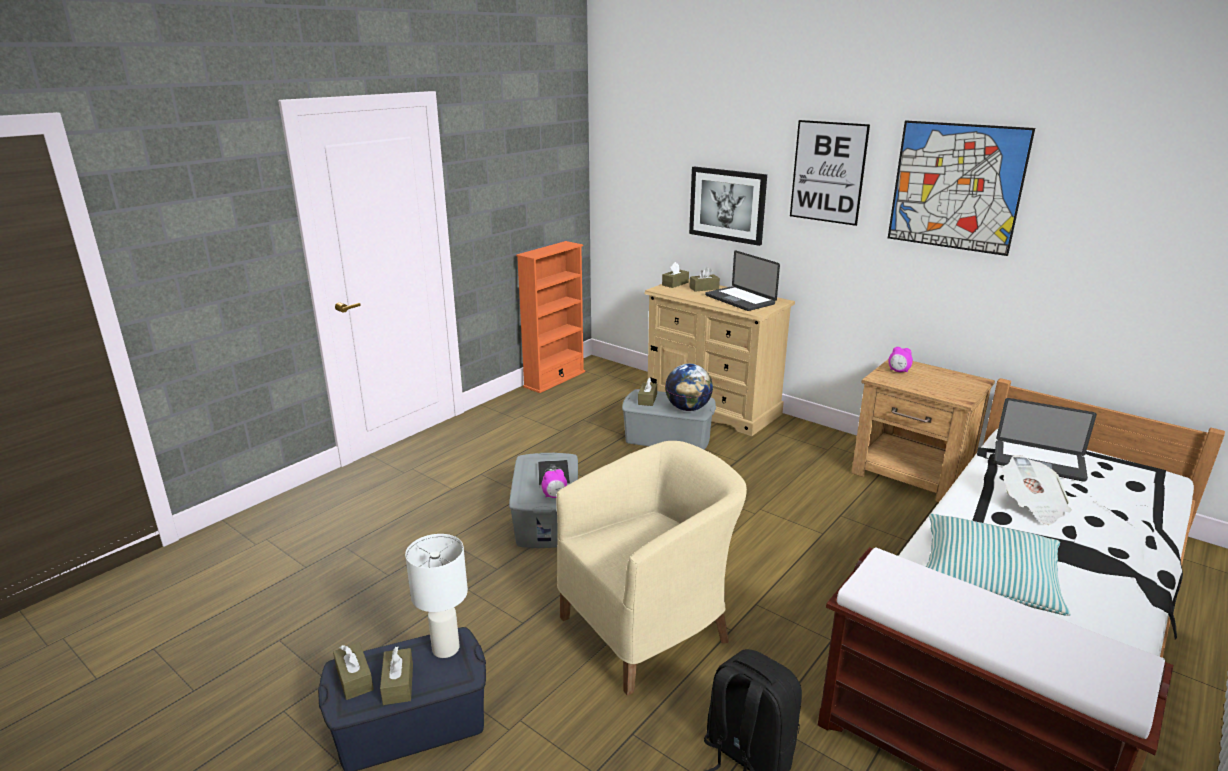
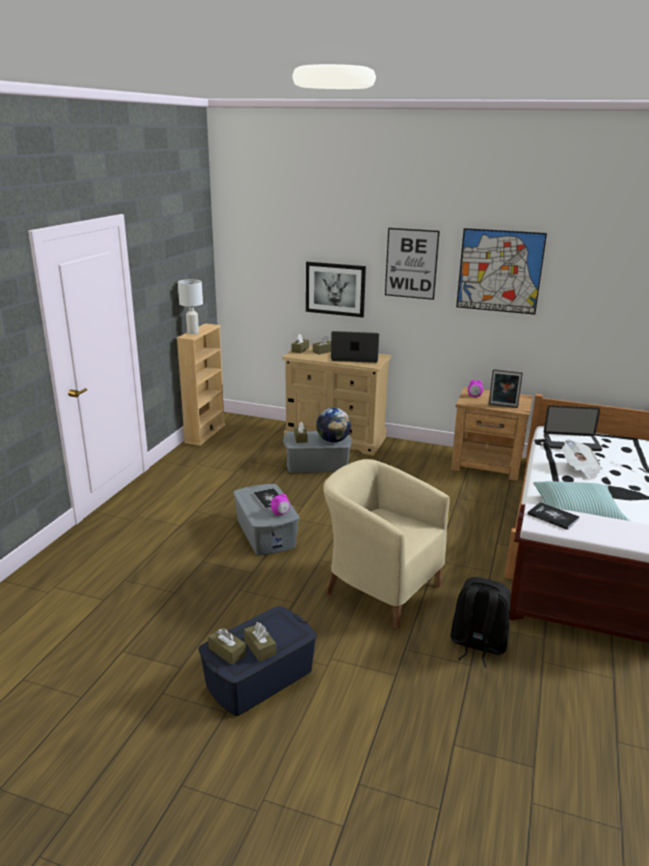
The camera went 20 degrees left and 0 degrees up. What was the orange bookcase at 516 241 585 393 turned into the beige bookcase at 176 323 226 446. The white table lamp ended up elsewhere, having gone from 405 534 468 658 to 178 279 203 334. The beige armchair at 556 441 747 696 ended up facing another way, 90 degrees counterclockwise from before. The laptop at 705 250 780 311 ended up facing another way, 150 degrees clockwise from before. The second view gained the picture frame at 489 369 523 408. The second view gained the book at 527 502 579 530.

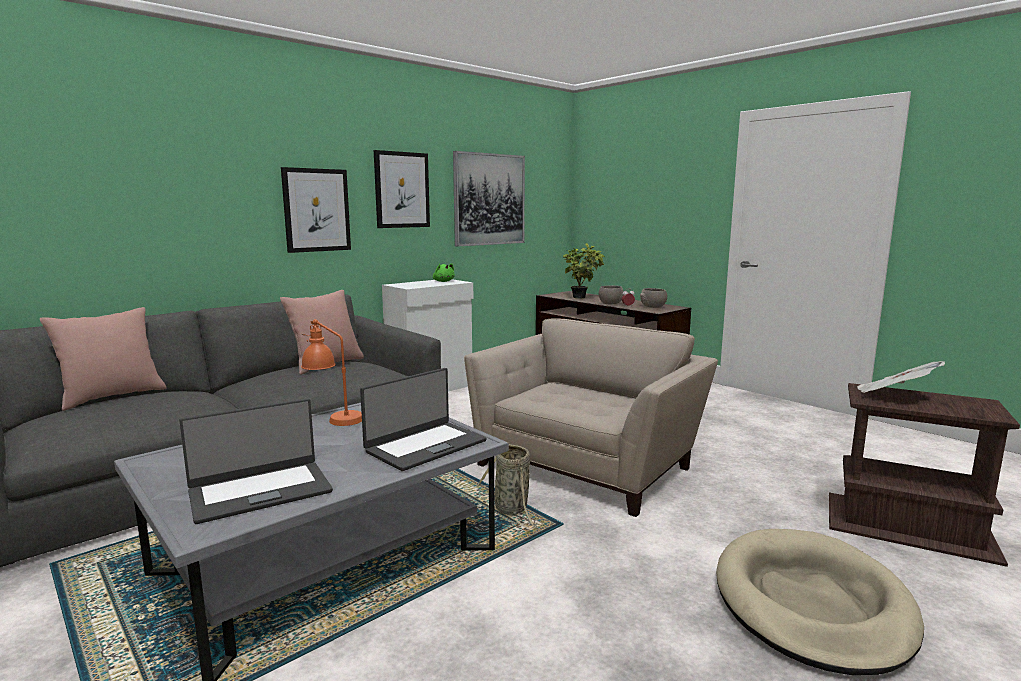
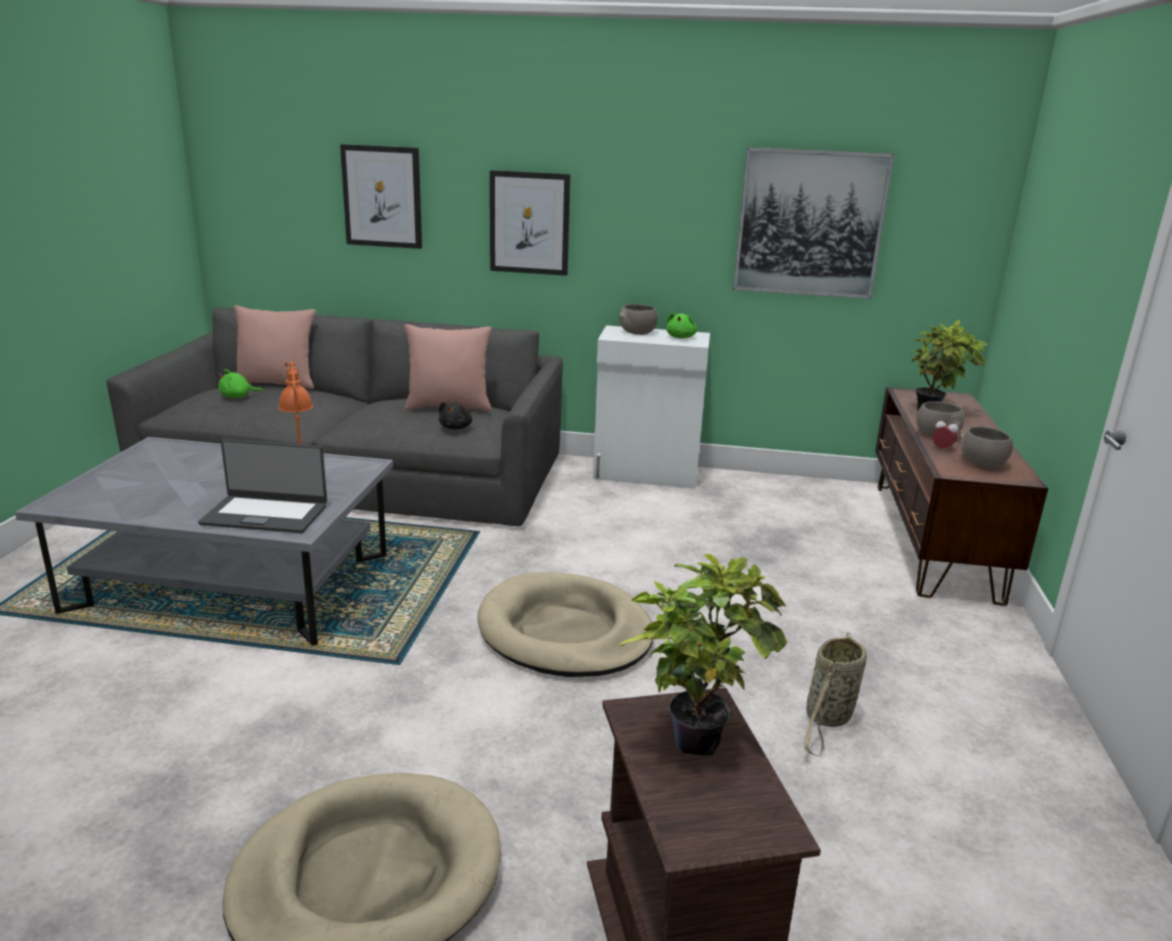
The camera went 50 degrees right and 10 degrees up. The second view gained the green plush toy at 218 369 264 398. The picture ended up elsewhere, having gone from 374 150 430 228 to 340 144 422 249. The second view gained the black plush toy at 439 402 472 429. Where the beige armchair stood at 464 318 718 517, the beige dog bed came to stand at 477 572 654 677. Where the newspaper stood at 857 361 945 393, the potted plant came to stand at 618 554 787 756. The second view gained the grey bowl at 619 304 658 335. The basket ended up elsewhere, having gone from 476 444 539 529 to 804 632 867 756. The second view lost the laptop at 179 398 333 524.

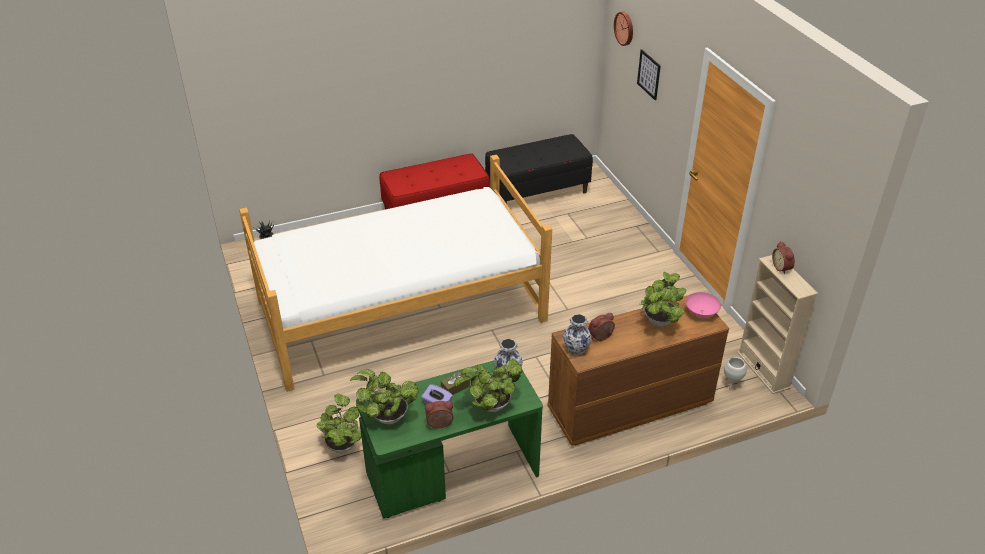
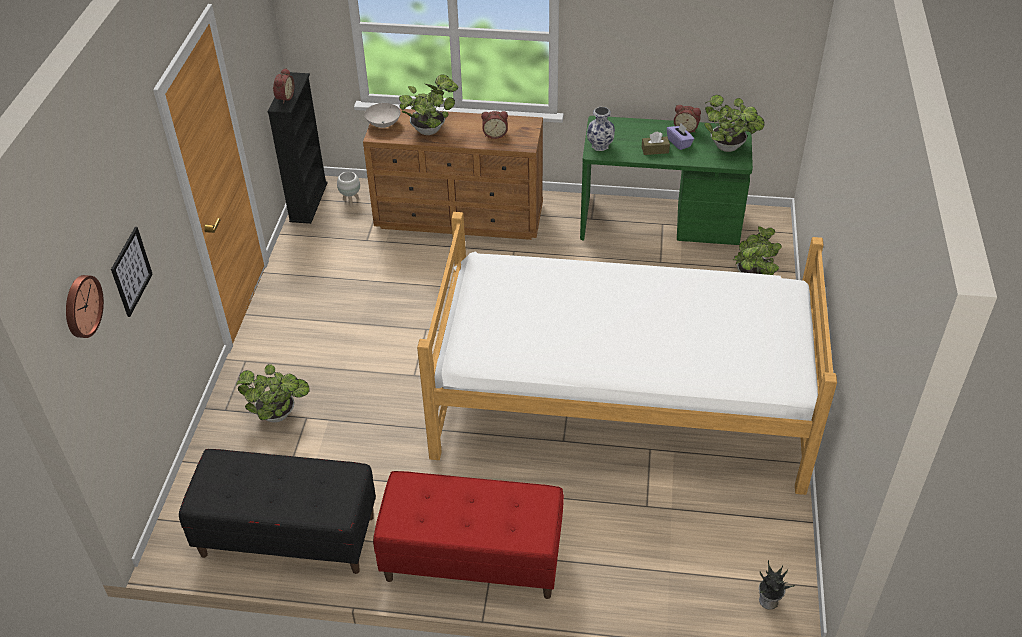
The camera went 150 degrees left and 5 degrees up. The potted plant ended up elsewhere, having gone from 454 360 523 412 to 236 364 310 423. What was the beige bookcase at 737 255 818 394 turned into the black bookcase at 267 72 327 224. What was the pink bowl at 686 292 721 318 turned into the white bowl at 364 103 401 128. The second view lost the vase at 563 314 592 356.

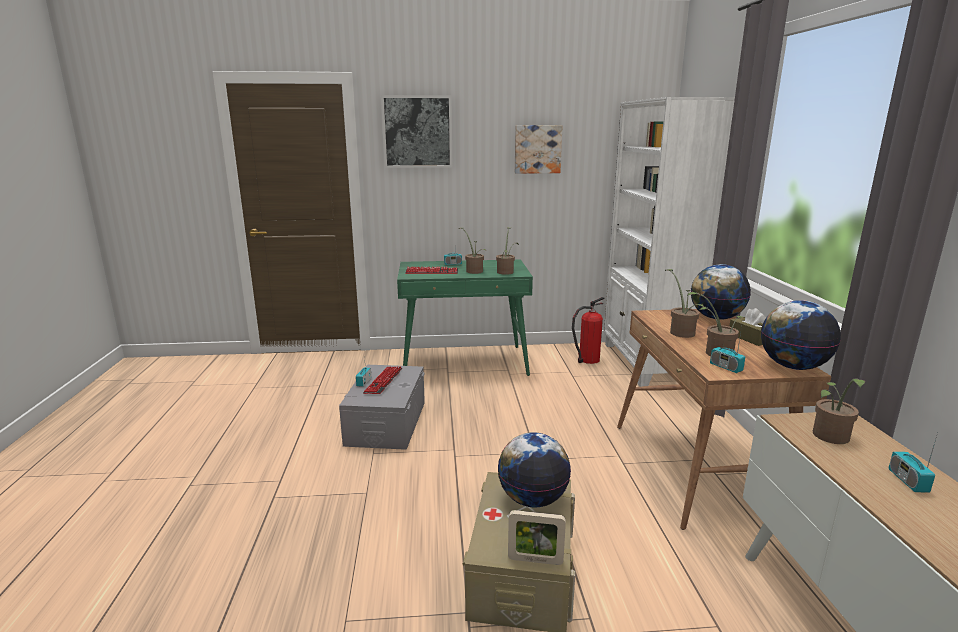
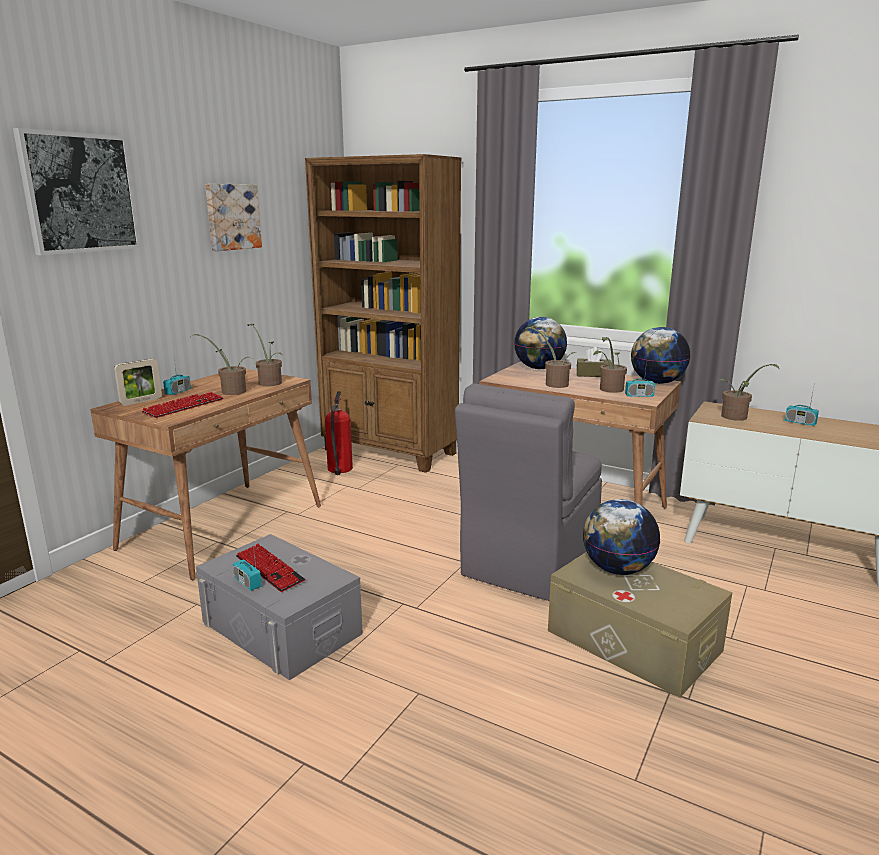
The camera went 55 degrees left and 0 degrees up. What was the green desk at 397 259 533 376 turned into the brown desk at 90 369 321 580. The picture frame ended up elsewhere, having gone from 508 510 566 565 to 114 359 162 406. What was the white bookcase at 604 97 735 387 turned into the brown bookcase at 305 154 462 473. The second view gained the grey chair at 455 384 602 601.

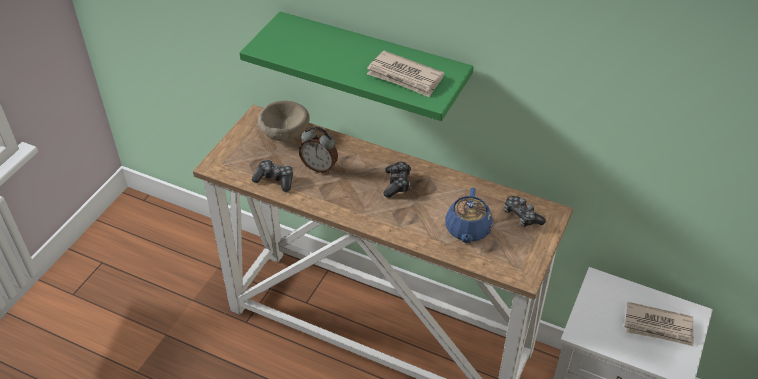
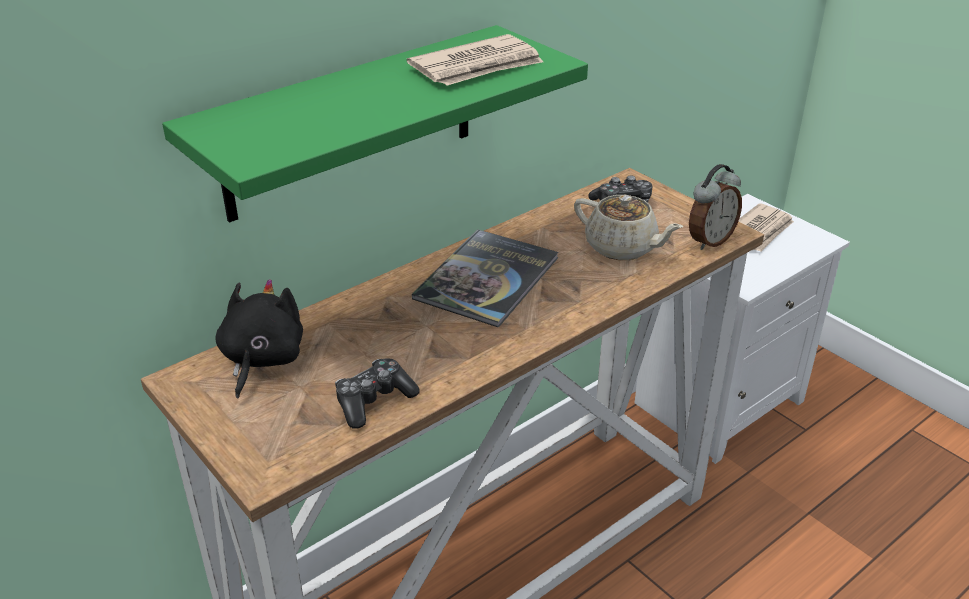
The camera went 65 degrees left and 10 degrees down. Where the beige bowl stood at 258 101 310 141, the black plush toy came to stand at 216 279 303 399. Where the game controller stood at 383 161 411 198, the book came to stand at 412 229 559 328. What was the blue teapot at 445 187 493 243 turned into the beige teapot at 574 195 683 260. The alarm clock ended up elsewhere, having gone from 299 126 338 173 to 689 164 742 250.

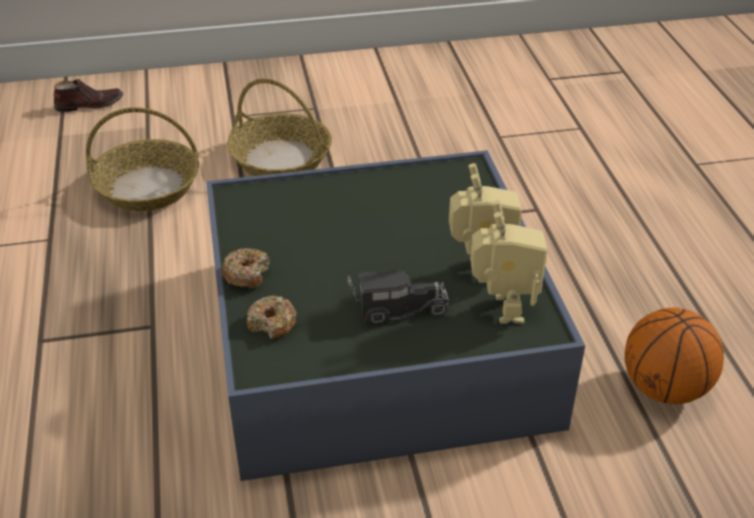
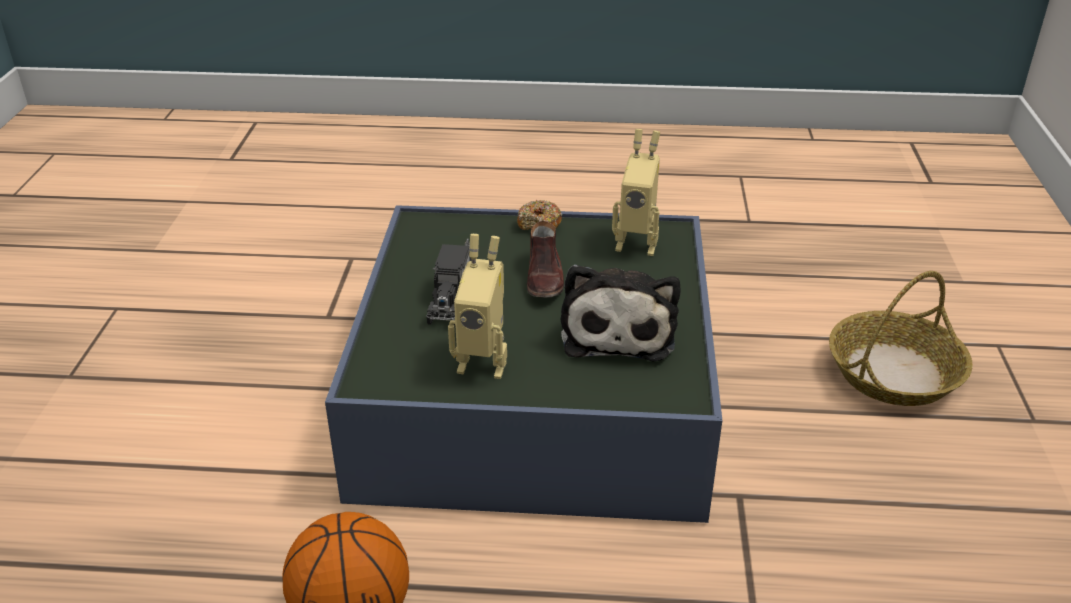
The camera went 105 degrees right and 5 degrees down. The brown shoe ended up elsewhere, having gone from 54 79 124 112 to 527 221 564 298. The second view gained the plush toy at 560 264 680 362. The toy robot ended up elsewhere, having gone from 470 200 547 324 to 612 129 661 256. The second view lost the basket at 86 107 199 211. The second view lost the donut at 247 296 297 339.

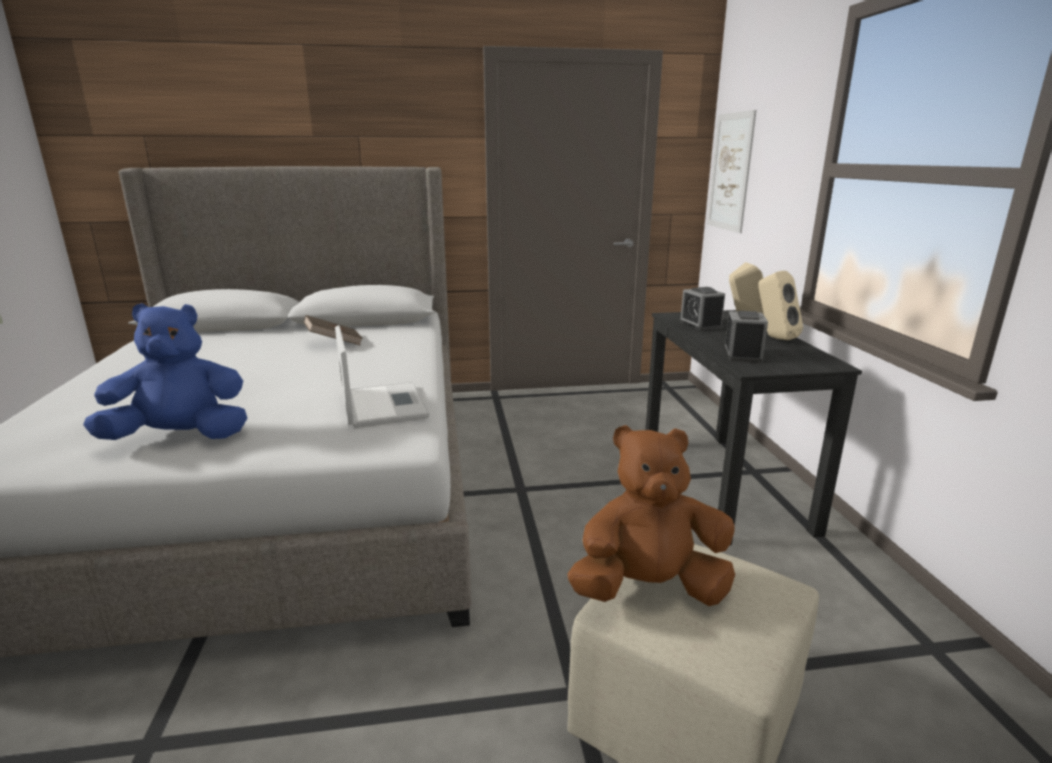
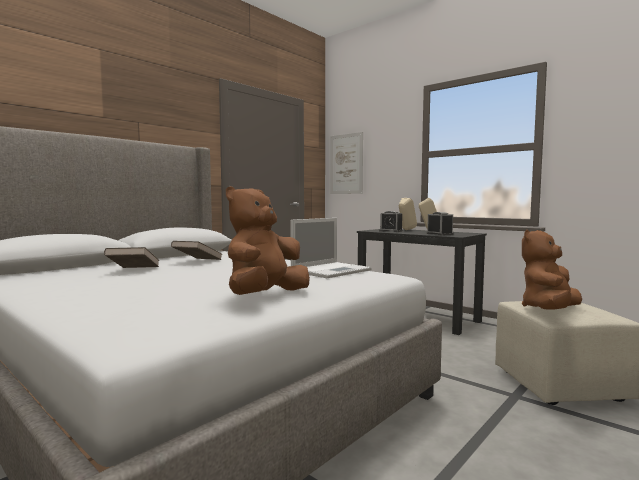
The camera went 40 degrees left and 15 degrees down. The second view gained the brown book at 104 247 159 268. What was the blue plush toy at 83 303 247 440 turned into the brown plush toy at 226 186 310 295. The laptop at 335 325 429 428 ended up facing another way, 105 degrees clockwise from before.

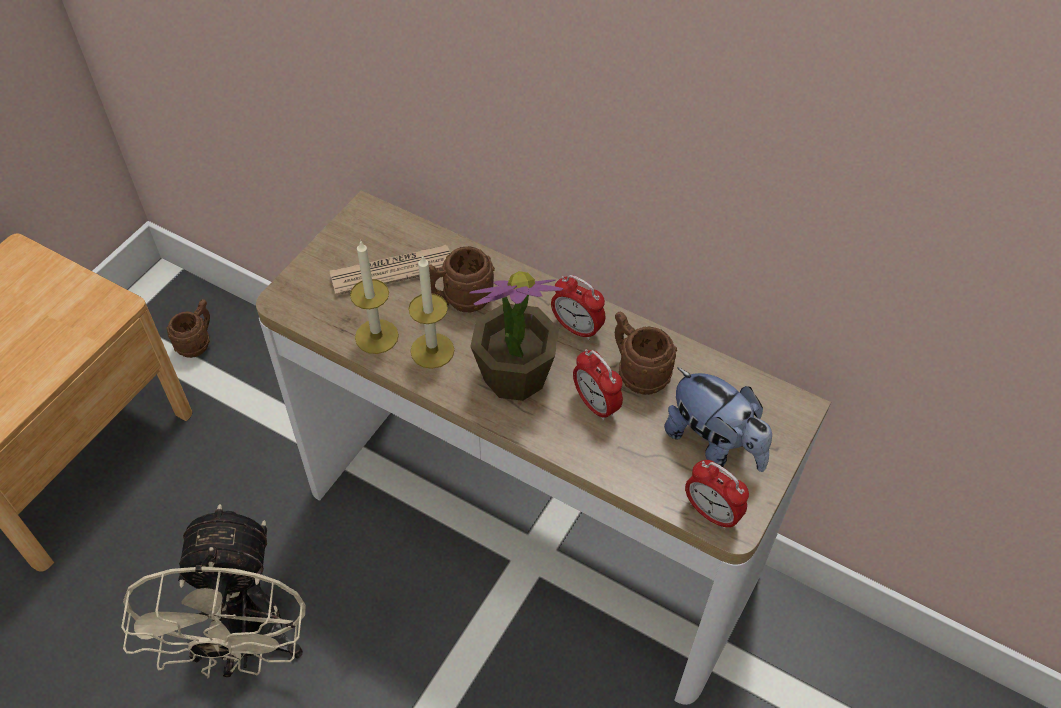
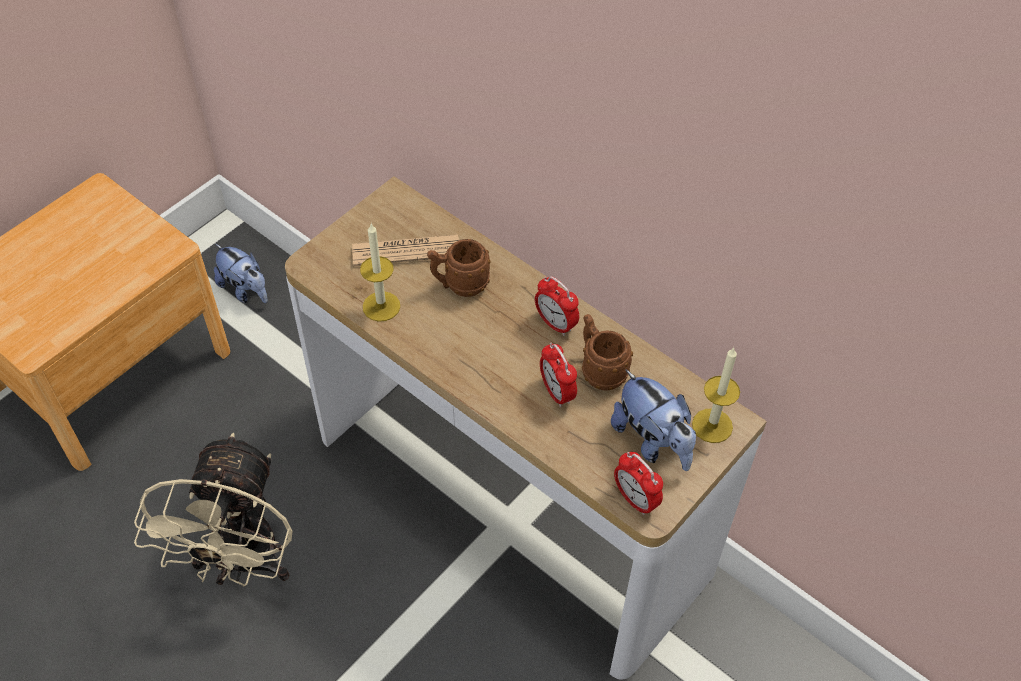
The camera went 10 degrees right and 0 degrees up. Where the brown mug stood at 167 299 210 358, the plush toy came to stand at 214 244 268 303. The candle ended up elsewhere, having gone from 408 255 455 369 to 692 348 740 443. The second view lost the potted plant at 469 271 564 401.

